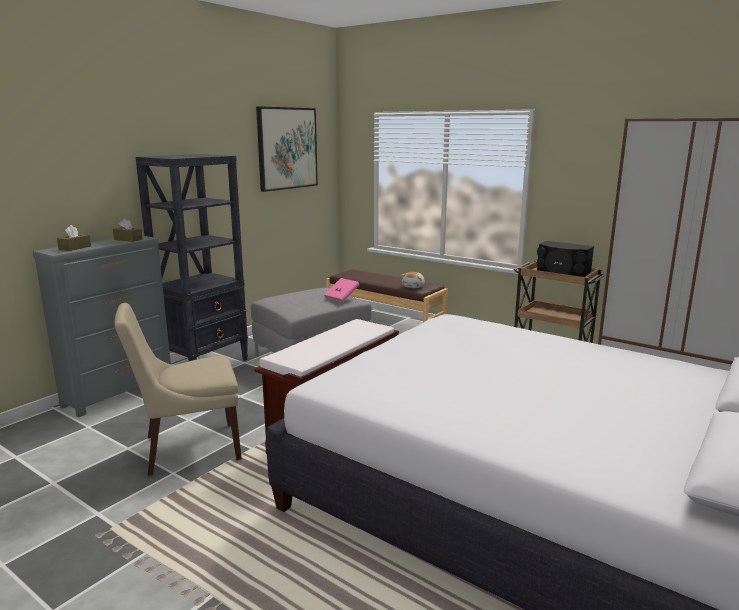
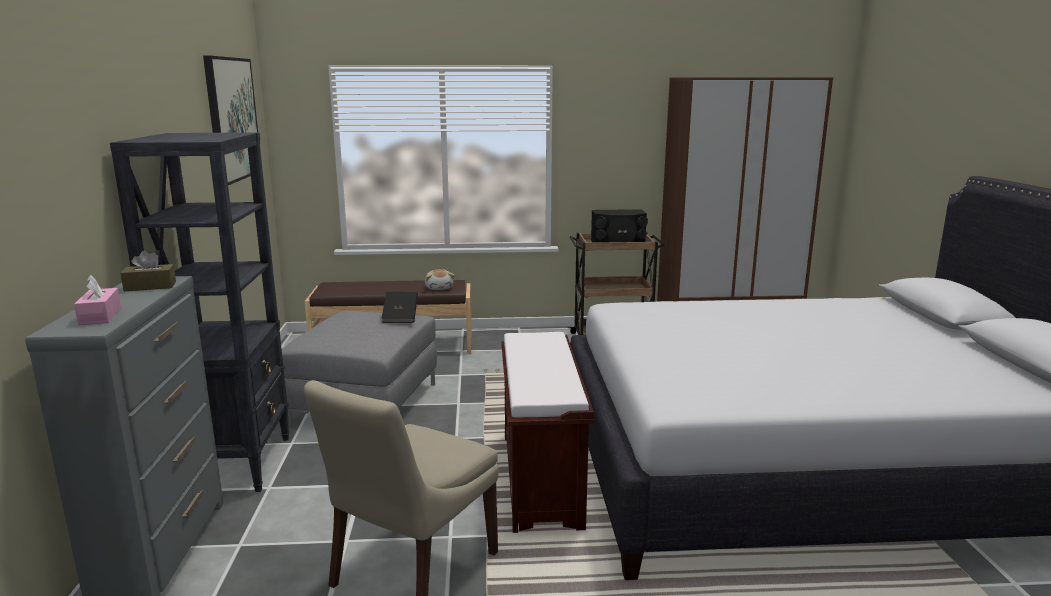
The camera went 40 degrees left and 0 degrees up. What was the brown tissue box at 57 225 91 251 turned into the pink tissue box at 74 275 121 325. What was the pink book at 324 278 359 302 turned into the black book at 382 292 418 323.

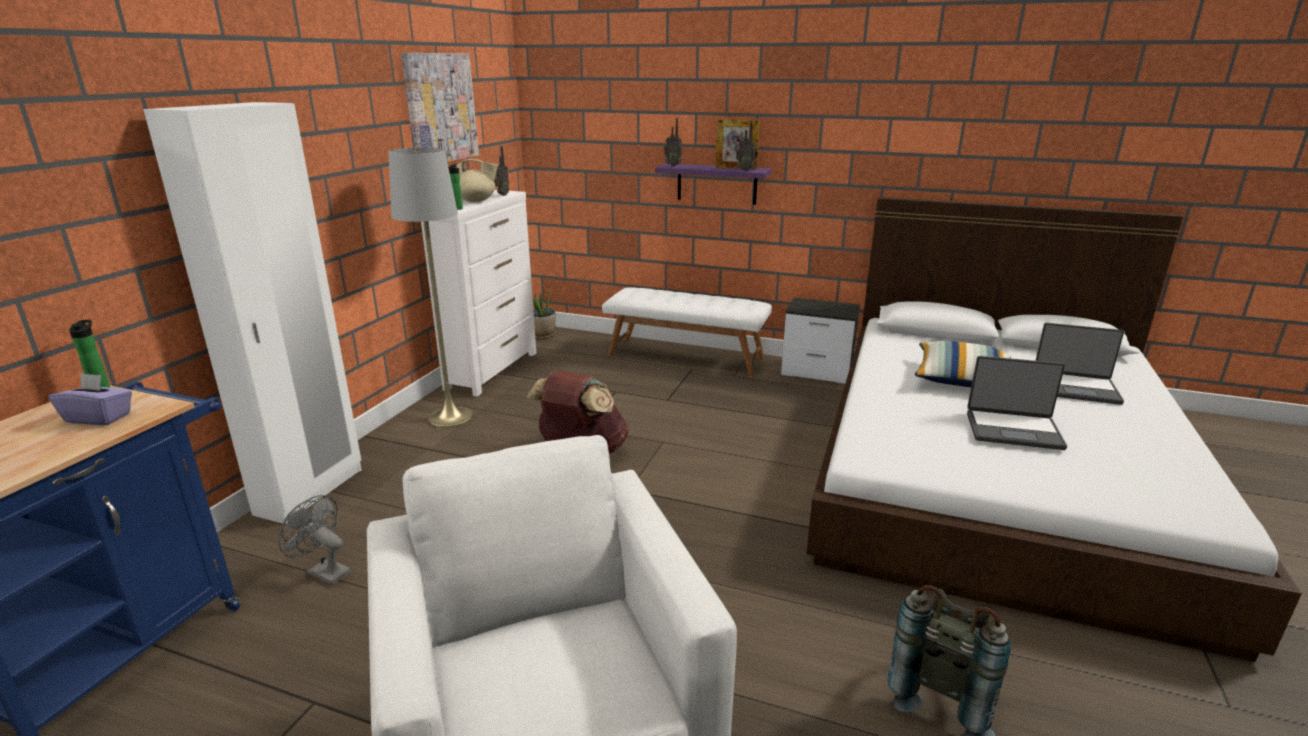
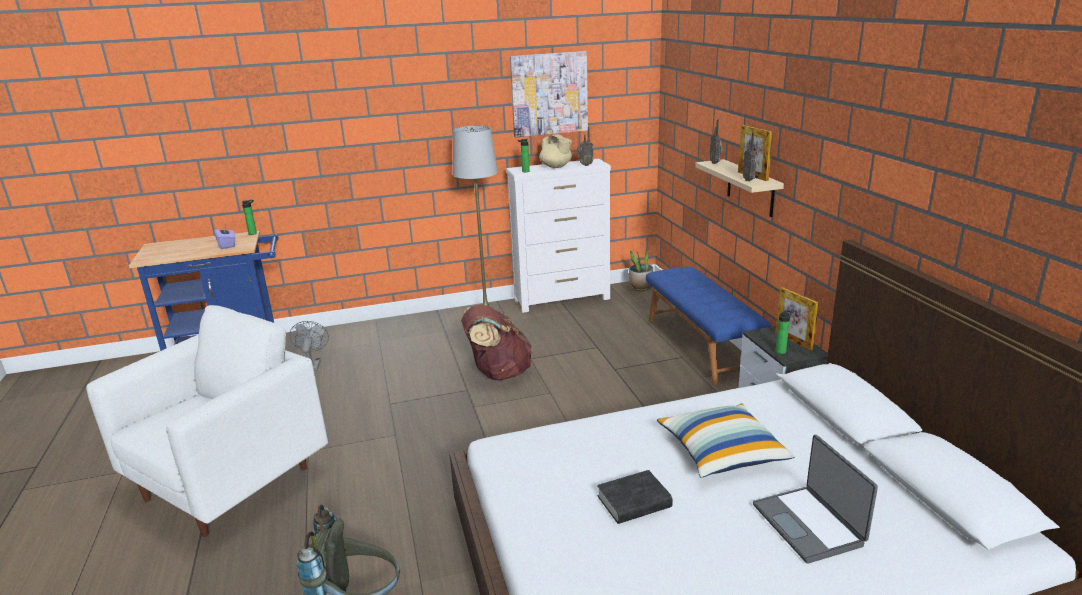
The camera went 55 degrees right and 0 degrees up. Where the laptop stood at 967 356 1067 450, the black book came to stand at 597 470 673 524. What was the white bench at 602 288 772 377 turned into the blue bench at 646 267 771 385. What was the purple shelf at 655 163 772 205 turned into the beige shelf at 695 159 784 217. The second view gained the picture frame at 776 287 819 350. The second view gained the bottle at 776 310 792 354. The second view lost the white wardrobe at 143 102 362 524.

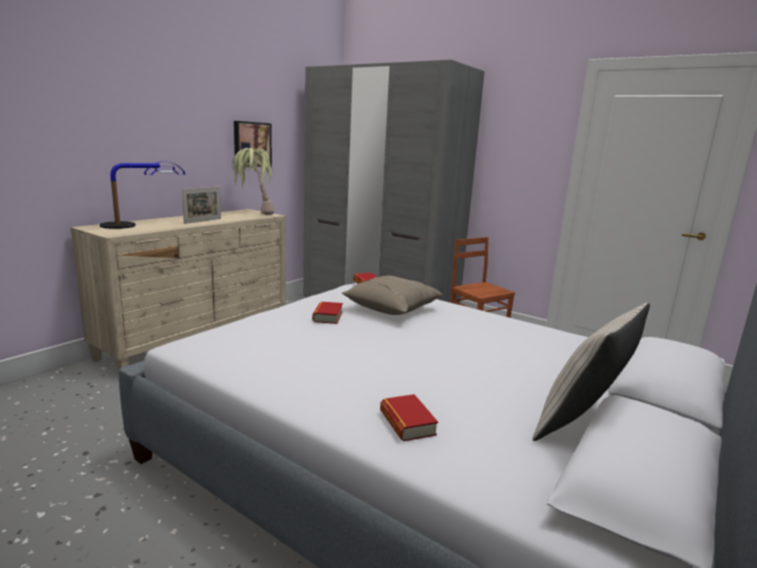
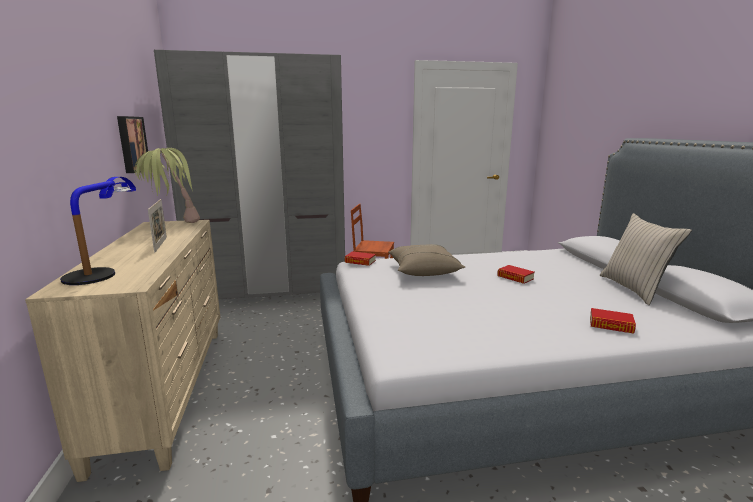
The camera went 45 degrees left and 0 degrees up. The book ended up elsewhere, having gone from 312 302 343 324 to 497 265 535 284.

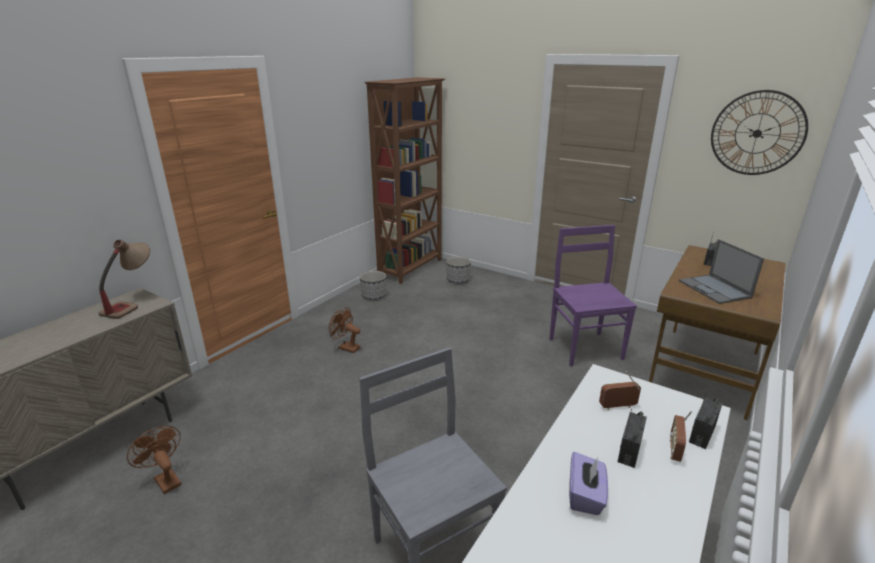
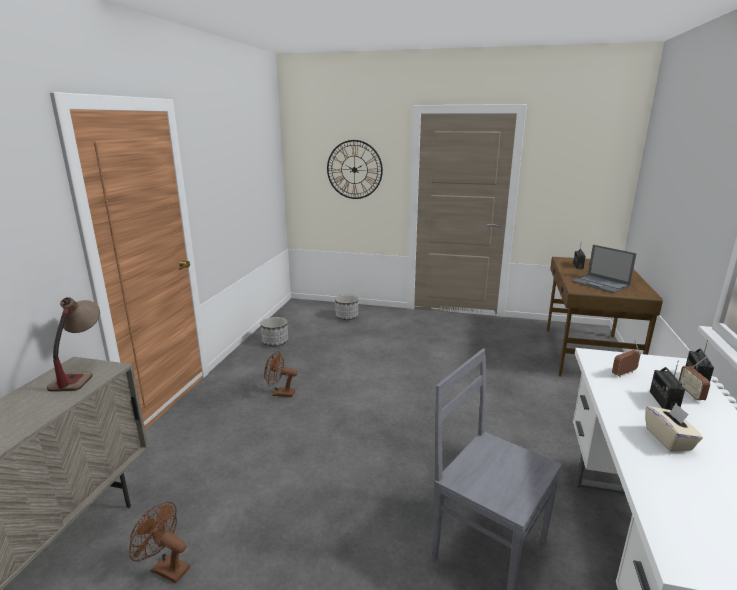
The camera went 20 degrees left and 5 degrees down. The wall clock ended up elsewhere, having gone from 711 90 808 175 to 327 140 383 199. What was the purple tissue box at 569 452 608 515 turned into the beige tissue box at 646 403 703 452. The second view lost the brown bookcase at 365 77 445 284. The second view lost the purple chair at 550 225 637 366.

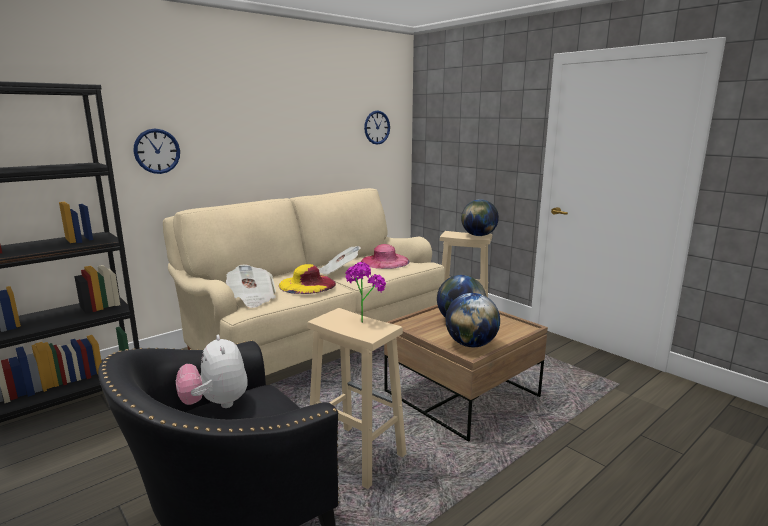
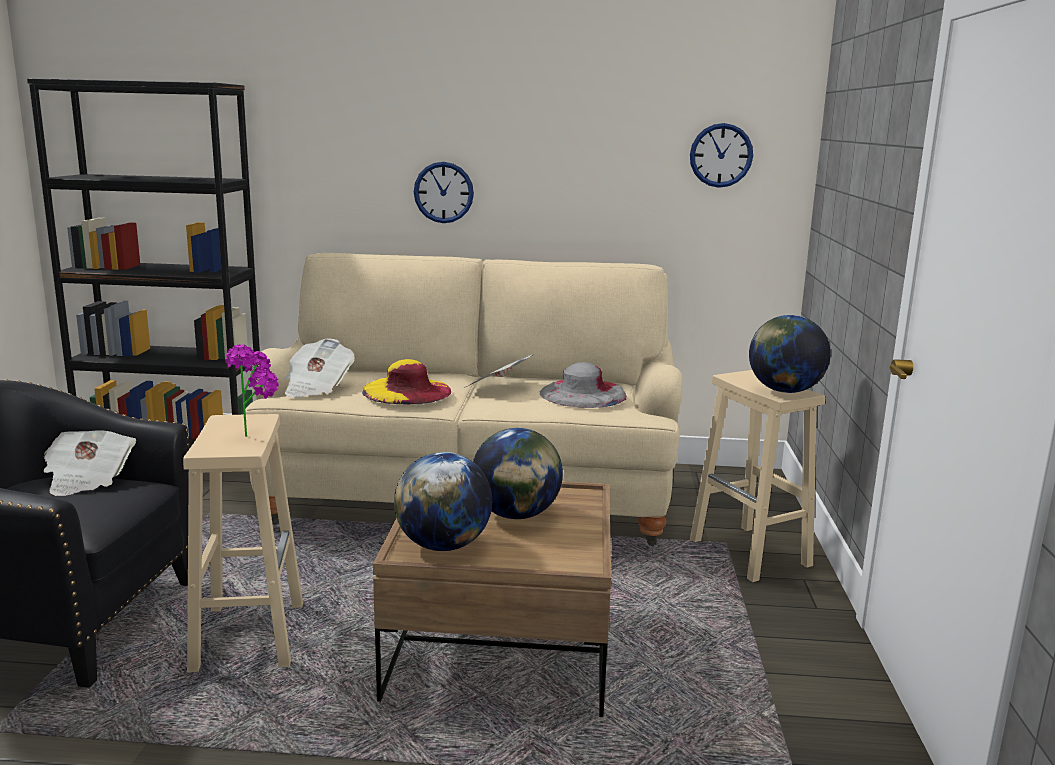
The camera went 45 degrees right and 0 degrees up. Where the plush toy stood at 176 335 248 408, the newspaper came to stand at 44 430 136 496. The wall clock ended up elsewhere, having gone from 134 128 180 174 to 414 162 474 223. What was the pink hat at 361 244 410 269 turned into the grey hat at 540 362 626 408.

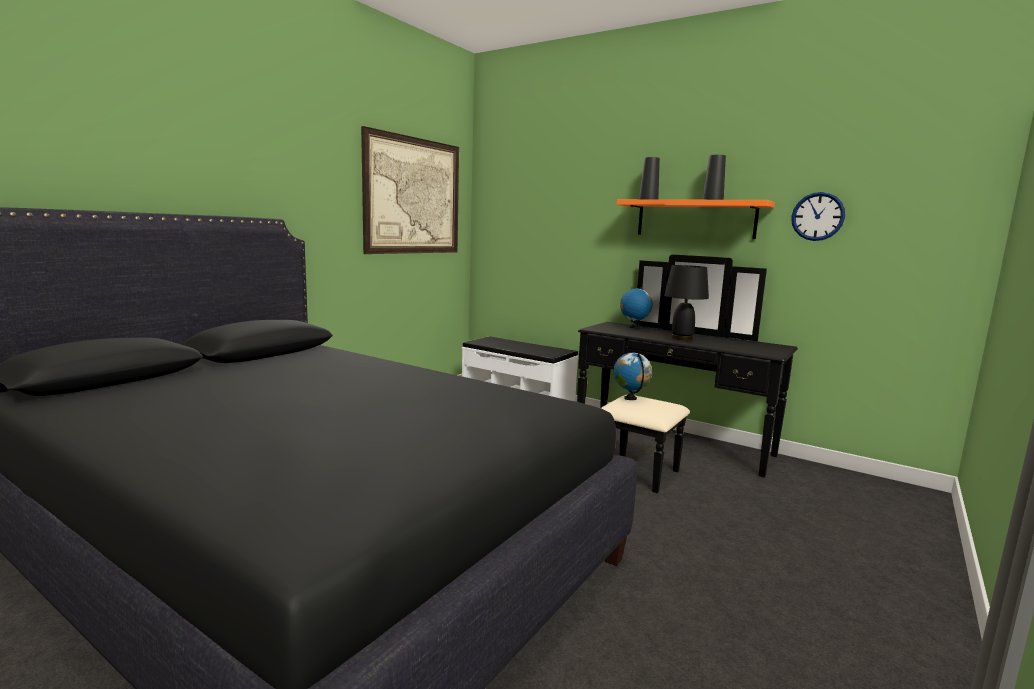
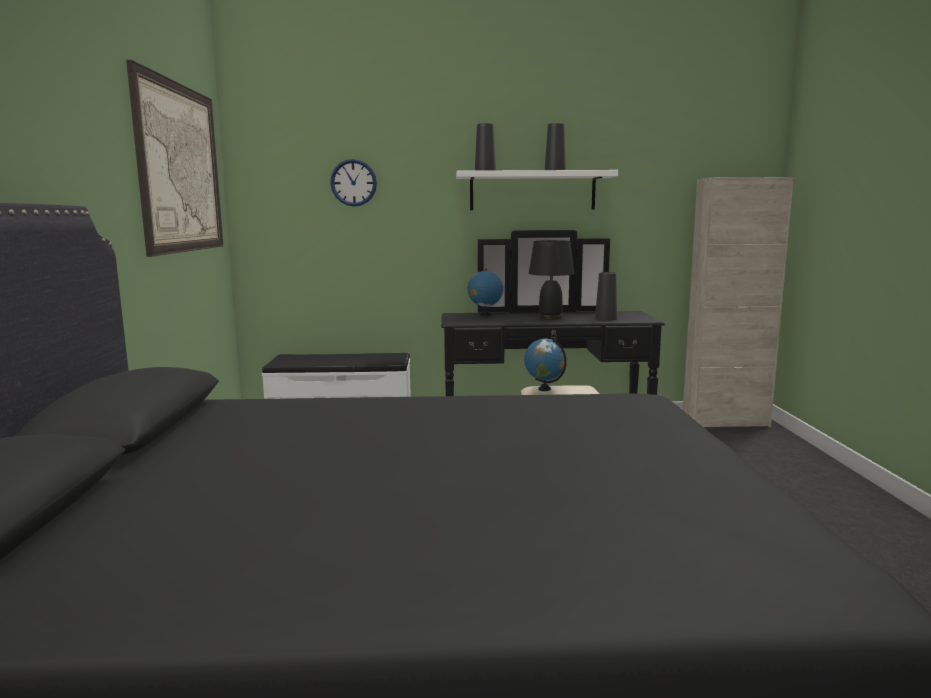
The camera went 35 degrees left and 0 degrees up. The wall clock ended up elsewhere, having gone from 791 192 845 241 to 330 159 377 207. What was the orange shelf at 616 199 775 239 turned into the white shelf at 456 170 618 210. The second view gained the black vase at 595 272 617 321. The second view gained the beige cabinet at 683 177 794 427.

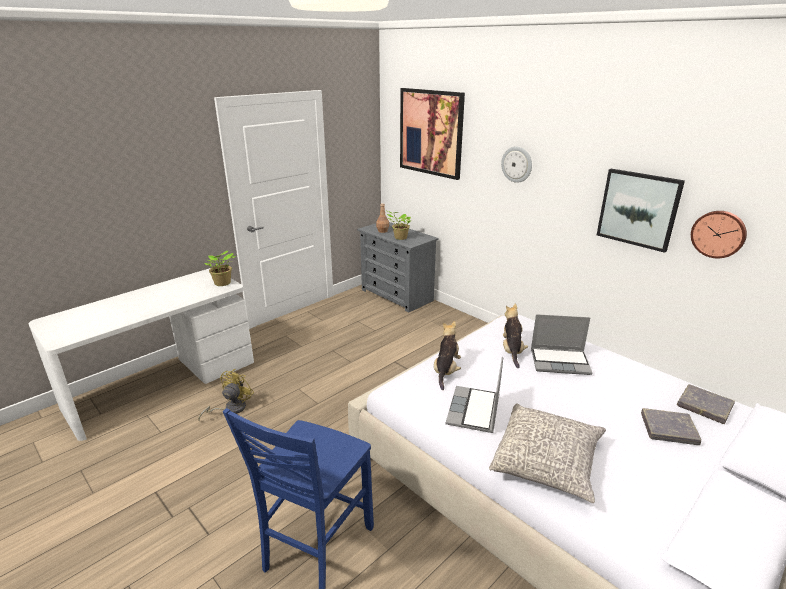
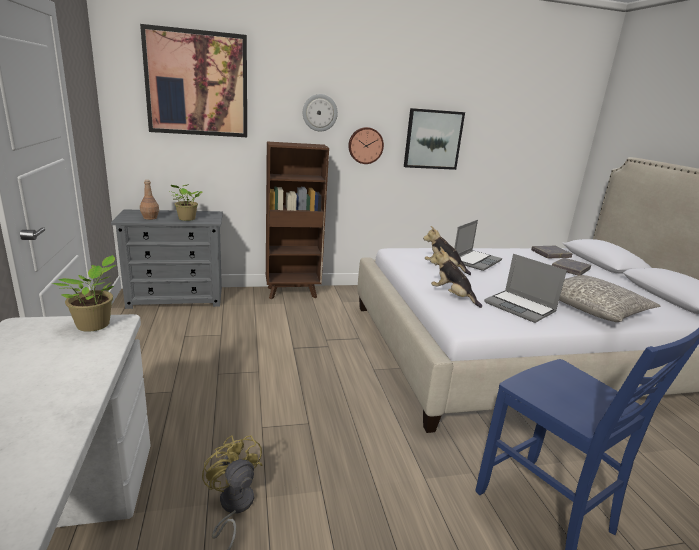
The camera went 60 degrees left and 5 degrees down. The second view gained the brown bookcase at 266 142 329 299. The wall clock ended up elsewhere, having gone from 691 211 747 258 to 348 127 384 164.

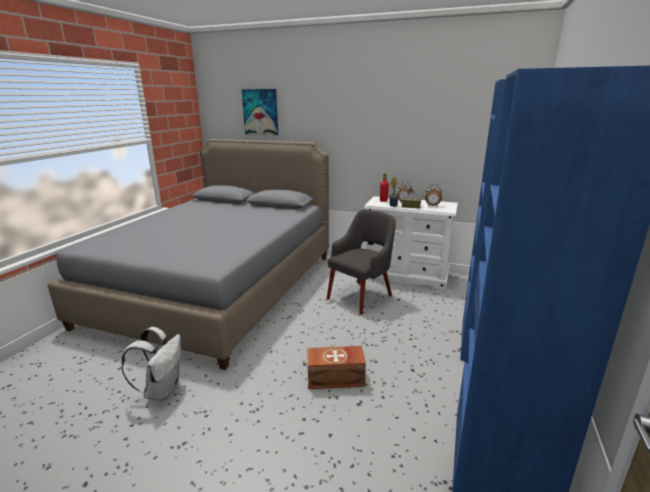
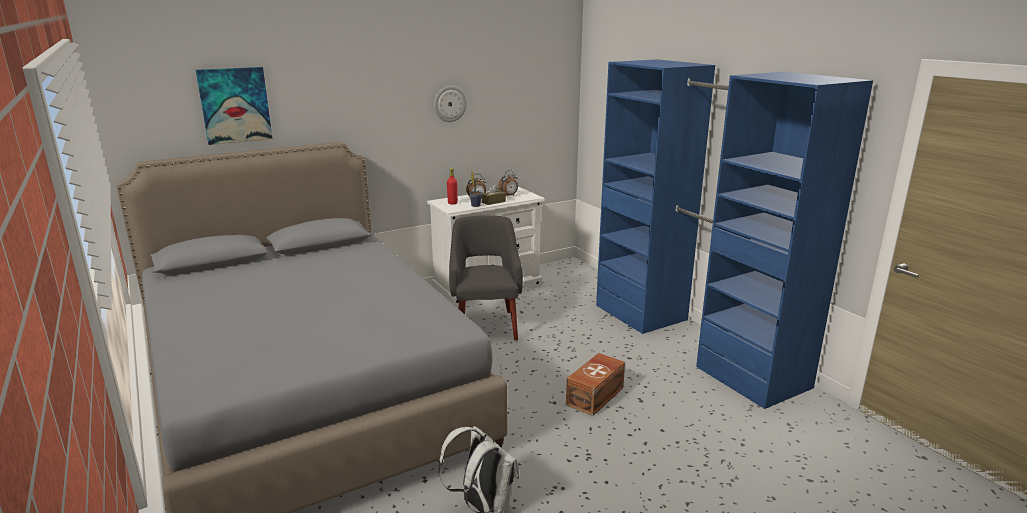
The camera went 50 degrees left and 0 degrees up. The second view gained the wall clock at 434 86 467 122.

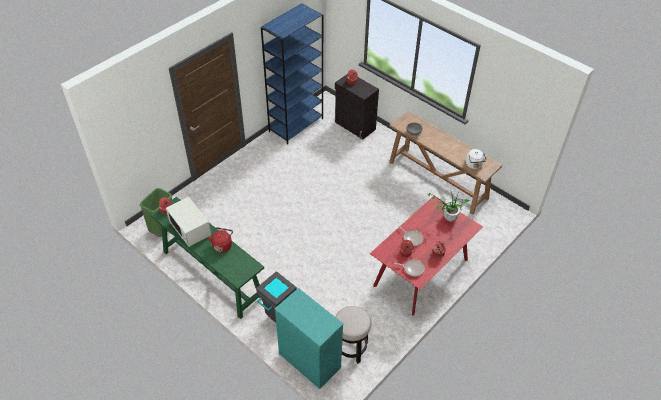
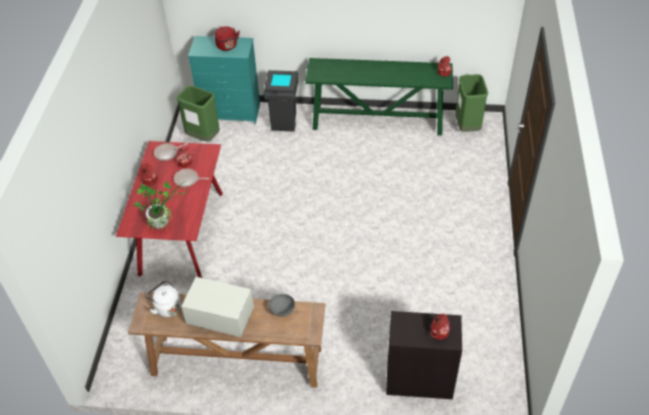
The camera went 145 degrees right and 0 degrees up. Where the stool stood at 335 306 371 364, the green trash can came to stand at 177 86 220 142. The white microwave ended up elsewhere, having gone from 166 197 211 247 to 181 277 254 337. The red kettle ended up elsewhere, having gone from 208 227 233 253 to 215 26 240 51. The second view lost the blue bookcase at 261 4 323 144.

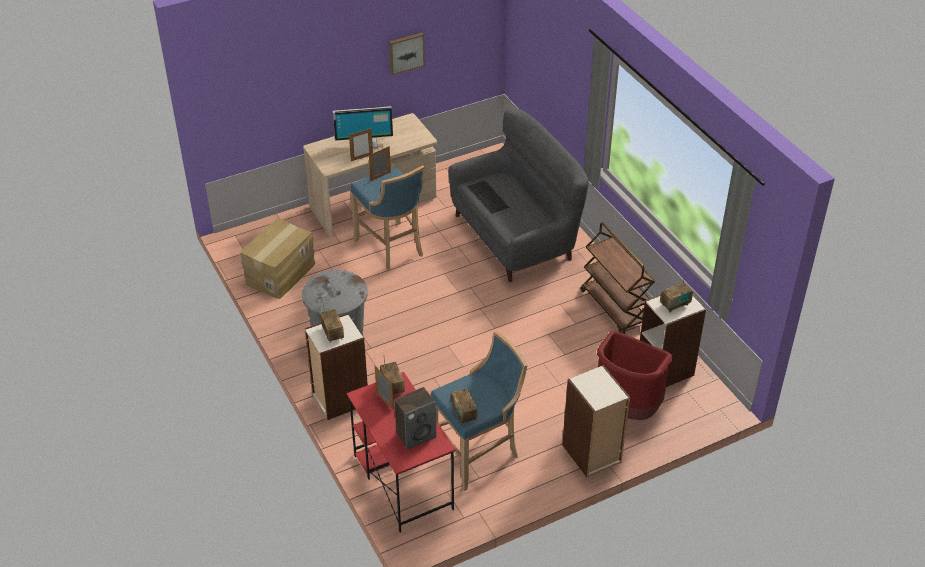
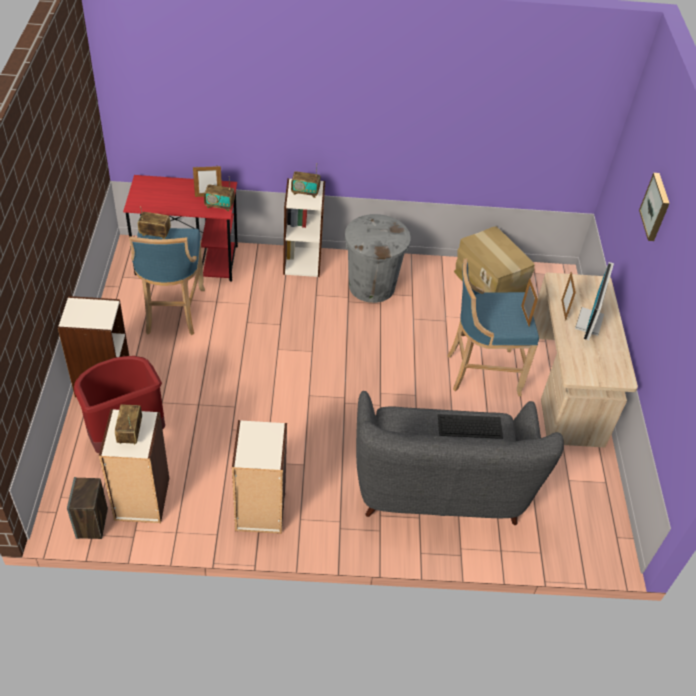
The camera went 115 degrees right and 5 degrees up. The speaker ended up elsewhere, having gone from 394 387 436 450 to 67 477 108 539. Where the brown cart stood at 581 222 655 334, the bookcase came to stand at 232 420 287 534. The picture ended up elsewhere, having gone from 389 33 425 75 to 639 173 670 241.

